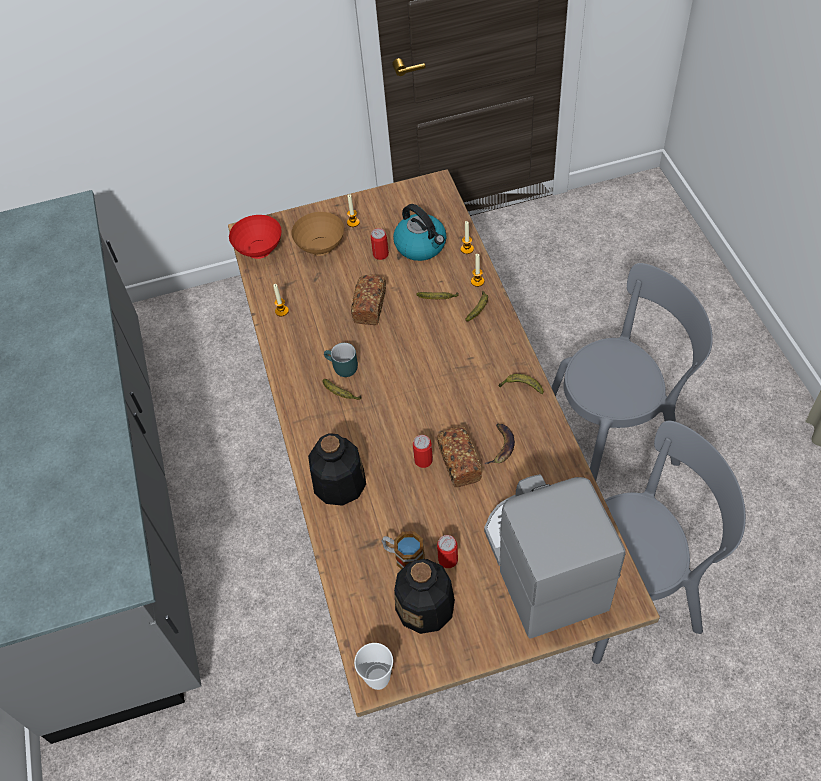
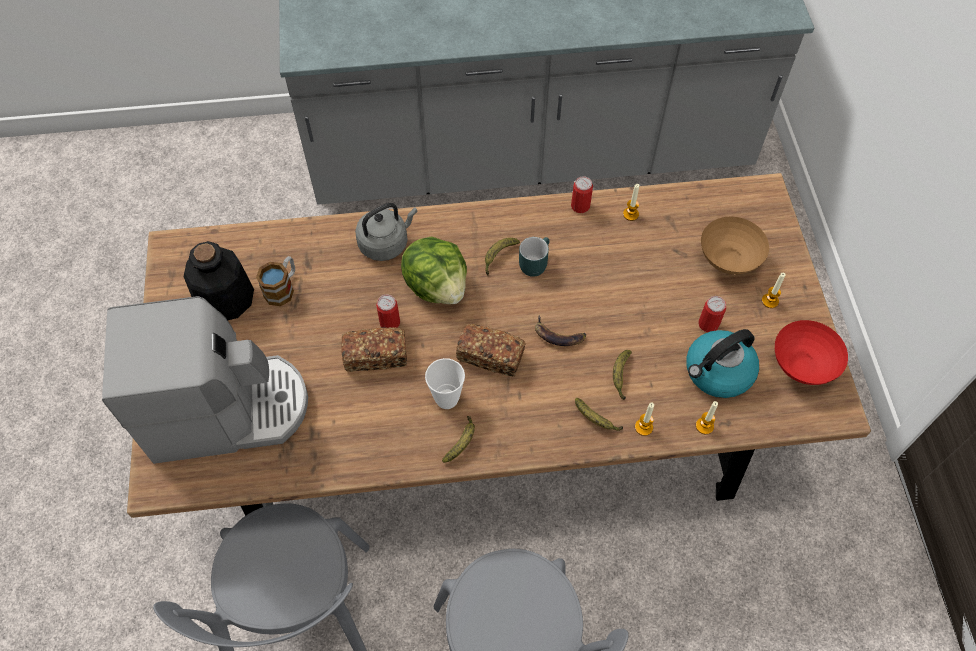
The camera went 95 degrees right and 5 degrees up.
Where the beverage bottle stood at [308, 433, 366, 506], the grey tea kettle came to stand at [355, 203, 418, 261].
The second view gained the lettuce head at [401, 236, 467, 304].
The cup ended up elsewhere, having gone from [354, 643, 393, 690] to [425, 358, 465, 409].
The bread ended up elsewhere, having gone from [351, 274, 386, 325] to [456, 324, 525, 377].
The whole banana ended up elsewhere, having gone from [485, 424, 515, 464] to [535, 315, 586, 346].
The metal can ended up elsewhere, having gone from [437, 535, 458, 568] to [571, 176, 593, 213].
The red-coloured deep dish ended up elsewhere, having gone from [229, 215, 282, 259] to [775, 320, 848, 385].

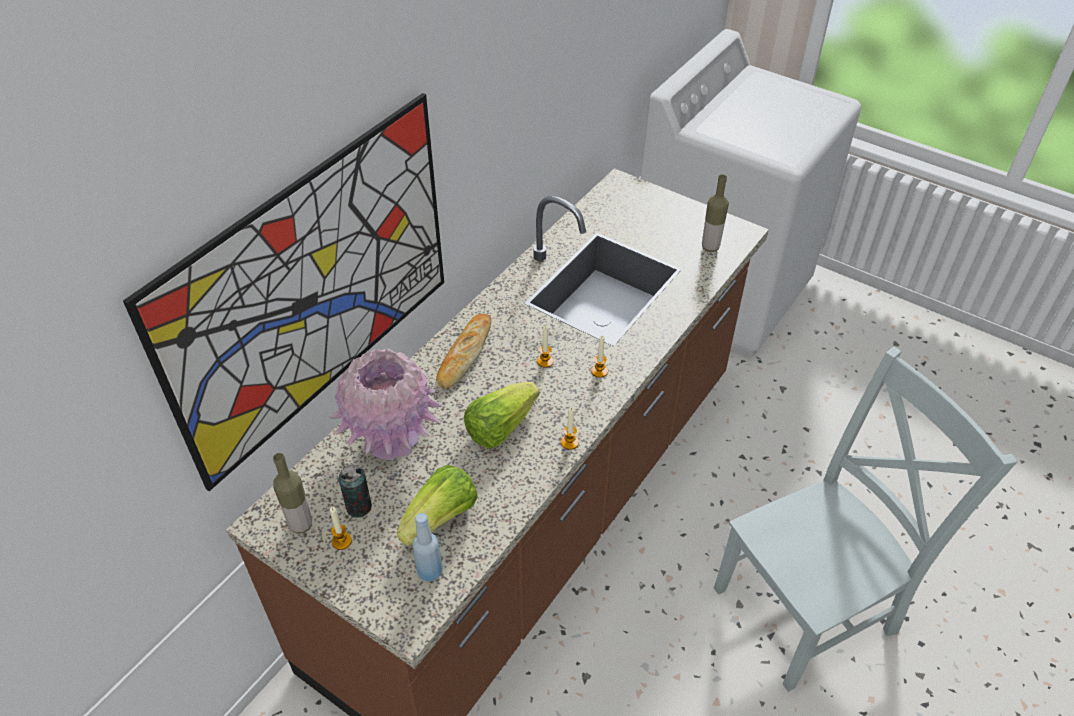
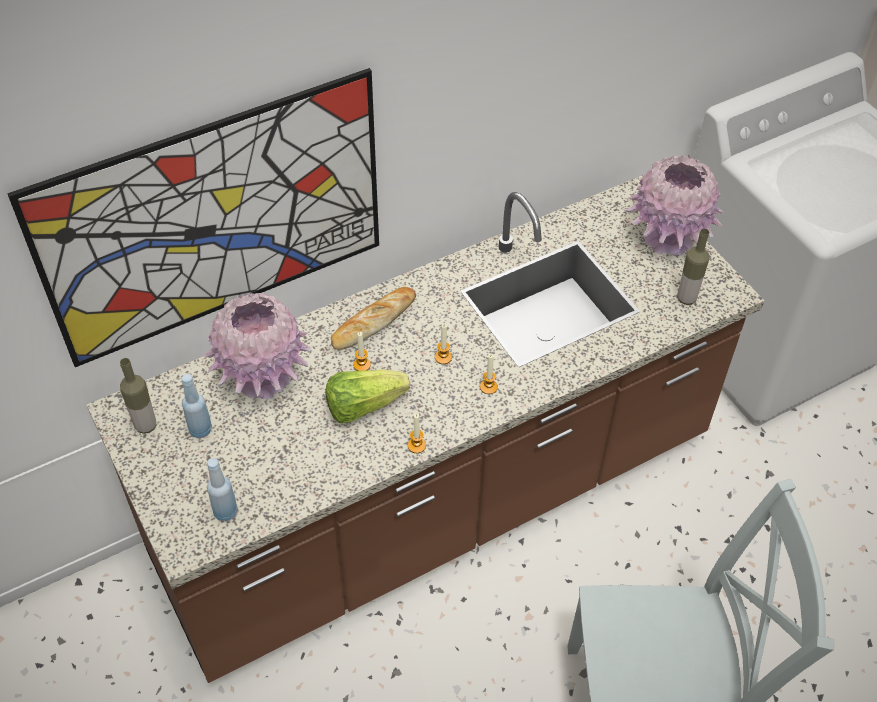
The camera went 25 degrees right and 5 degrees up.
Where the metal can stood at [339, 465, 372, 518], the bluish beverage bottle came to stand at [181, 374, 212, 438].
The wax candle ended up elsewhere, having gone from [330, 507, 352, 550] to [353, 332, 371, 371].
The second view gained the pink-coloured vase at [625, 155, 723, 256].
The second view lost the lettuce head at [397, 465, 478, 546].

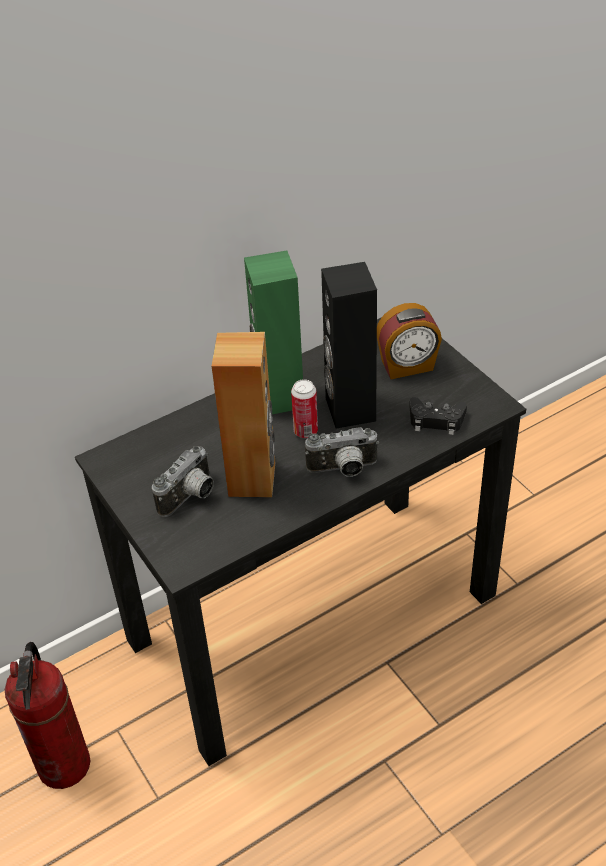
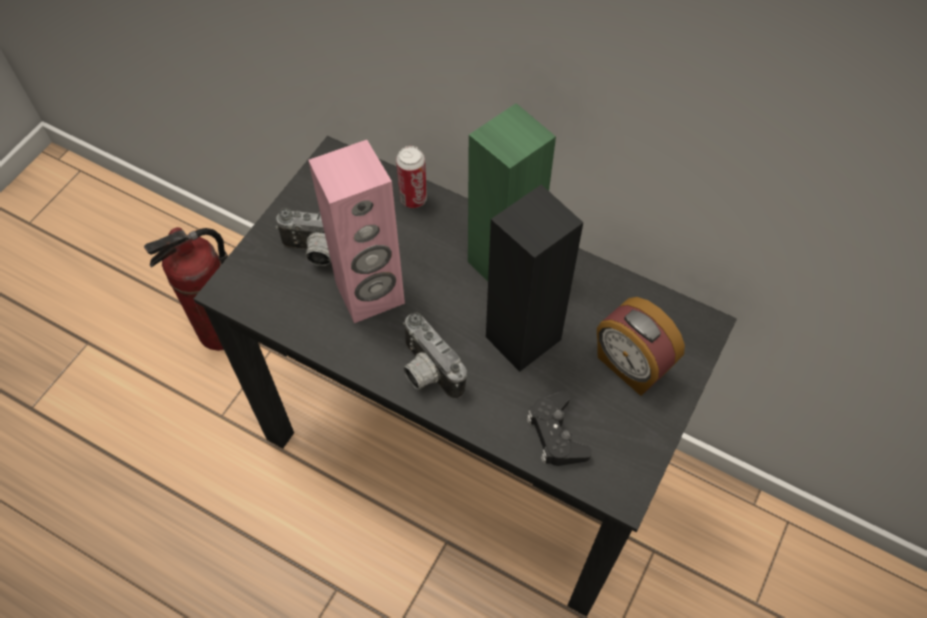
The camera went 60 degrees right and 15 degrees up.
What was the brown audio speaker at [212, 332, 275, 497] turned into the pink-coloured audio speaker at [308, 140, 405, 323].
The metal can ended up elsewhere, having gone from [291, 379, 318, 438] to [396, 146, 427, 208].

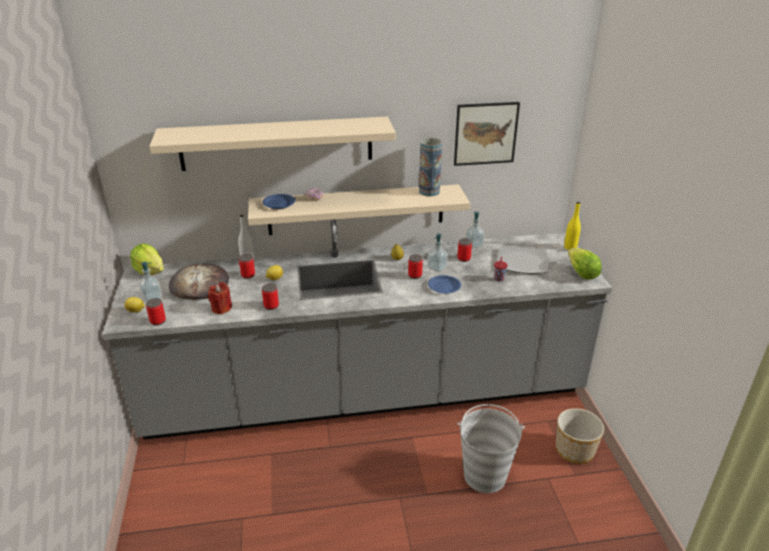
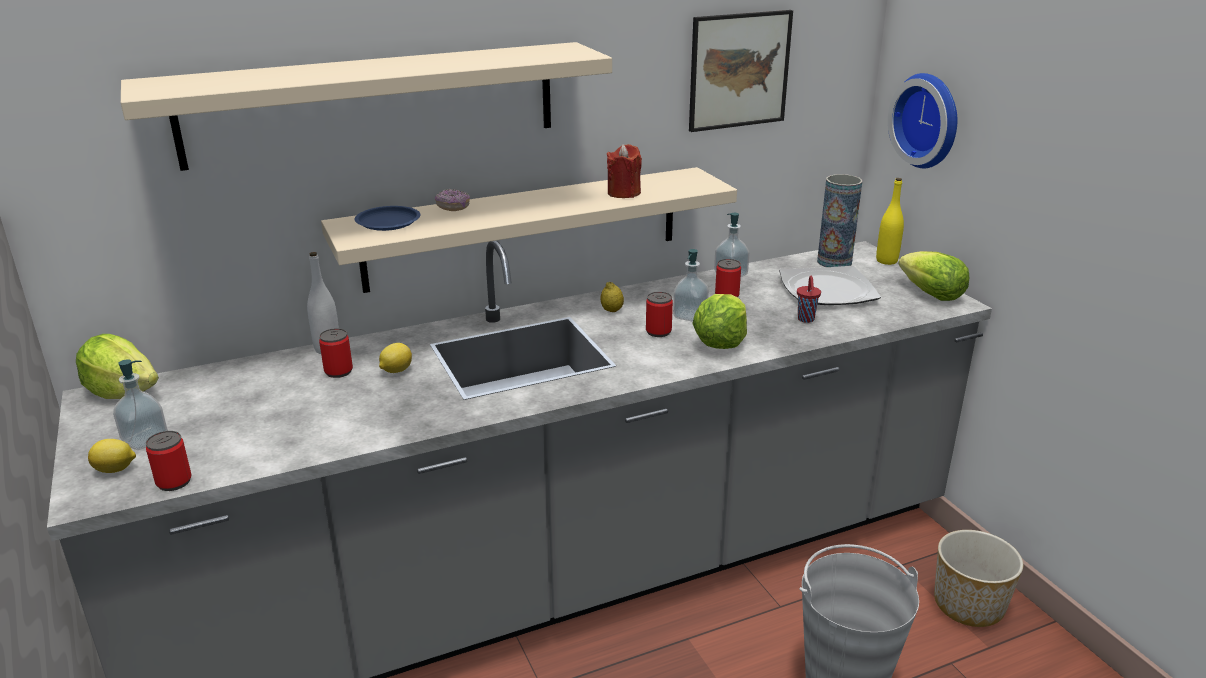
The camera went 15 degrees left and 5 degrees down.
The red-coloured wax candle ended up elsewhere, having gone from [208, 282, 232, 314] to [607, 144, 642, 198].
Where the bluish dinner plate stood at [428, 275, 461, 294], the lettuce head came to stand at [692, 294, 747, 349].
The vase ended up elsewhere, having gone from [419, 138, 442, 196] to [817, 174, 862, 267].
The second view gained the wall clock at [888, 73, 957, 168].
The second view lost the bread at [169, 263, 229, 300].
The second view lost the metal can at [262, 284, 279, 310].

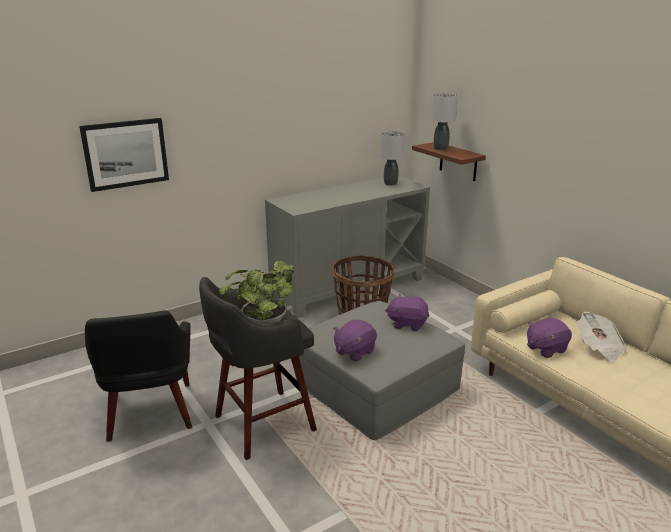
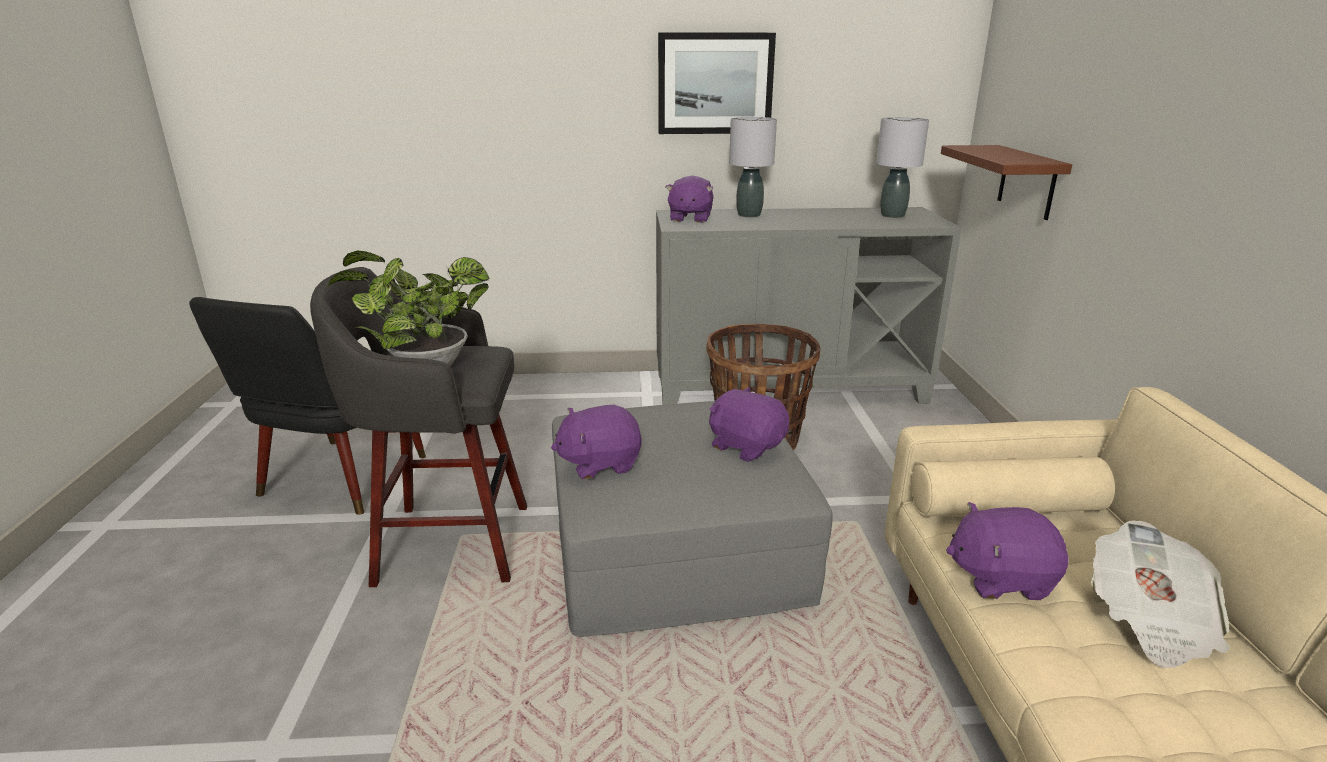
The camera went 30 degrees right and 0 degrees up.
The wall art ended up elsewhere, having gone from [79, 118, 169, 192] to [658, 33, 776, 134].
The second view gained the purple soft toy at [665, 176, 713, 223].
The grey table lamp ended up elsewhere, having gone from [430, 93, 458, 150] to [729, 117, 777, 217].

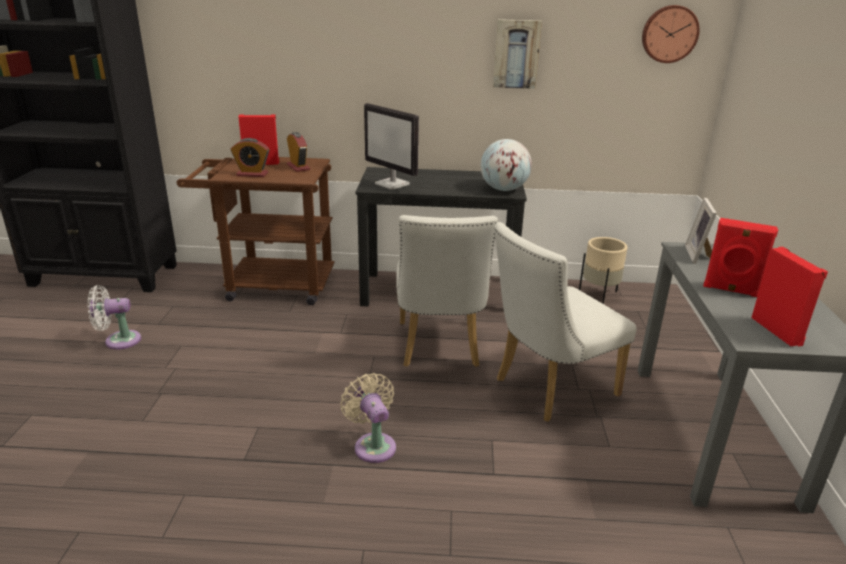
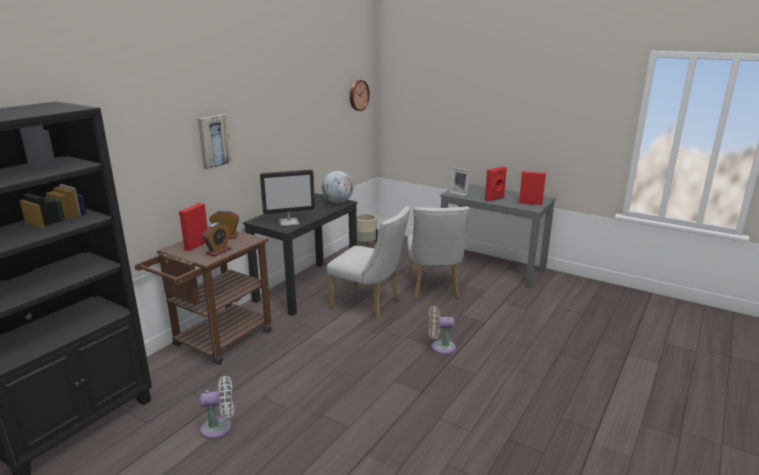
The camera went 60 degrees left and 5 degrees down.
The wall art ended up elsewhere, having gone from [493, 19, 542, 89] to [198, 114, 232, 169].
The white electric fan at [87, 285, 141, 350] ended up facing another way, 120 degrees counterclockwise from before.

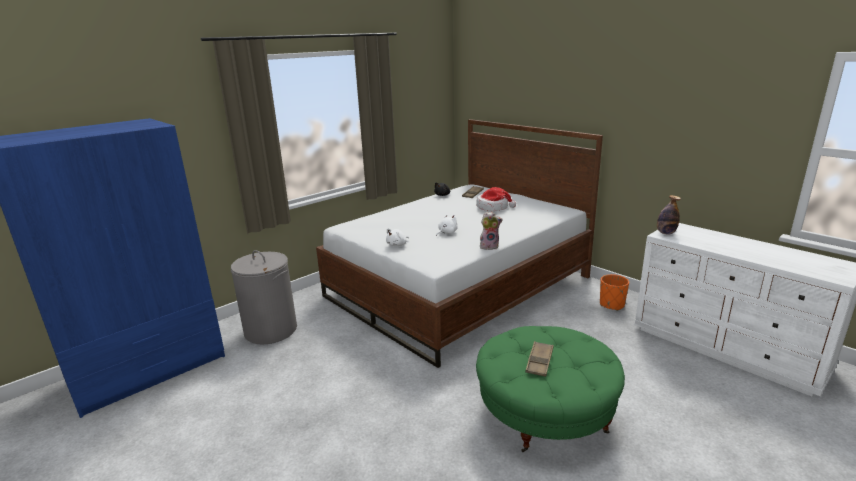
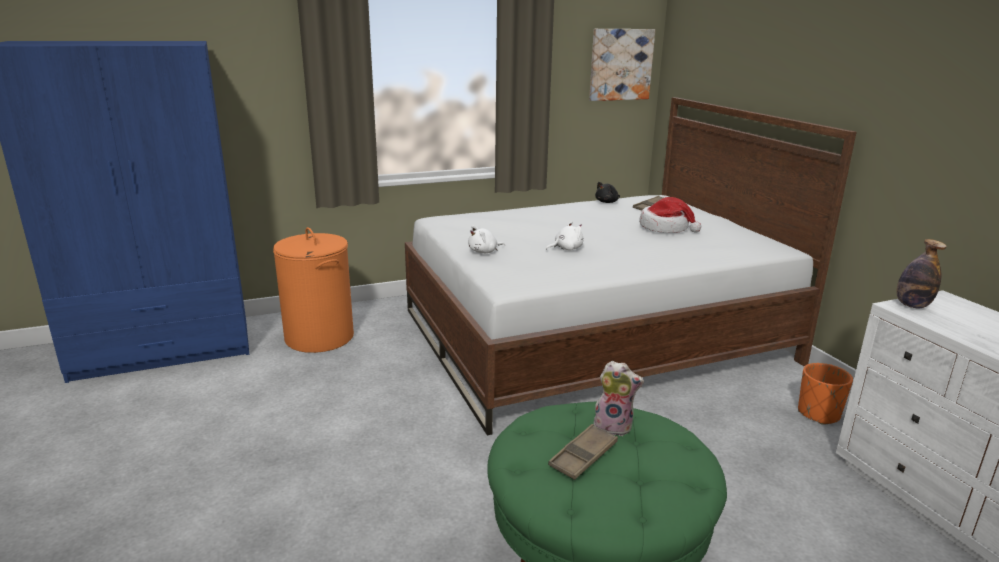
The camera went 20 degrees right and 0 degrees up.
What was the grey hamper at [231, 250, 297, 345] turned into the orange-coloured hamper at [273, 227, 354, 353].
The second view gained the wall art at [589, 29, 655, 101].
The soft toy ended up elsewhere, having gone from [480, 212, 503, 250] to [593, 361, 644, 436].

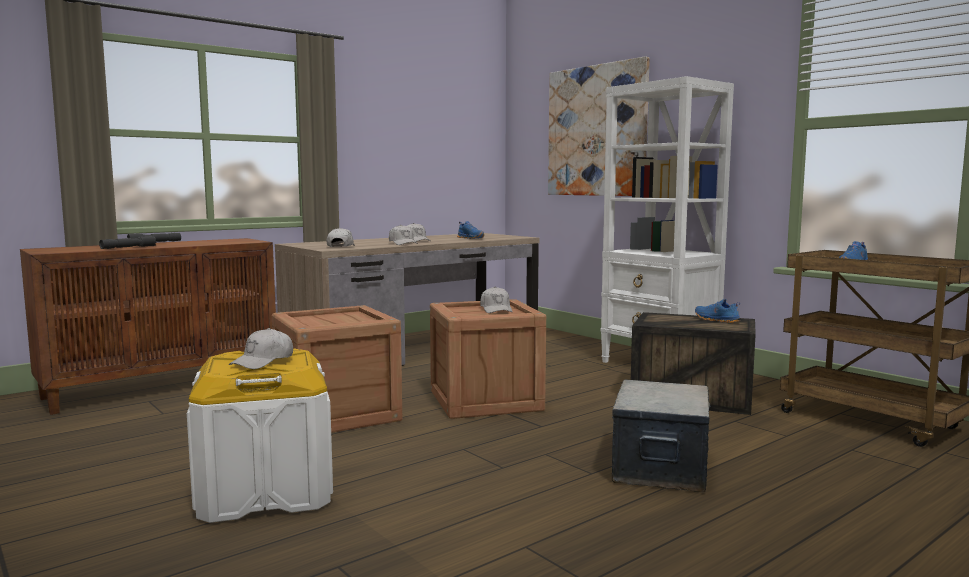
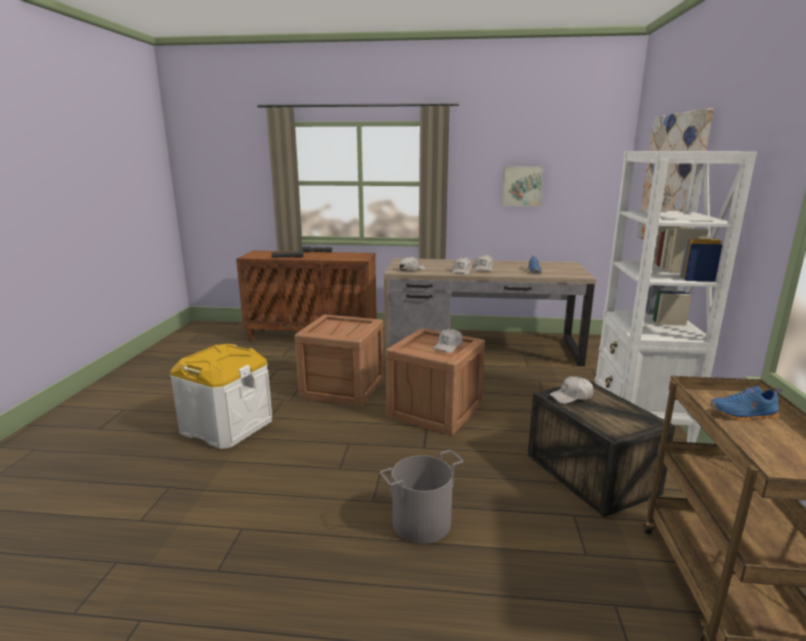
The camera went 45 degrees right and 10 degrees up.
Where the storage bin stood at [612, 380, 711, 492], the grey pail came to stand at [380, 450, 463, 544].
The second view gained the wall art at [501, 166, 544, 206].
The white baseball cap ended up elsewhere, having gone from [229, 328, 293, 369] to [549, 376, 594, 404].
The second view lost the bluish shoe at [695, 299, 741, 323].

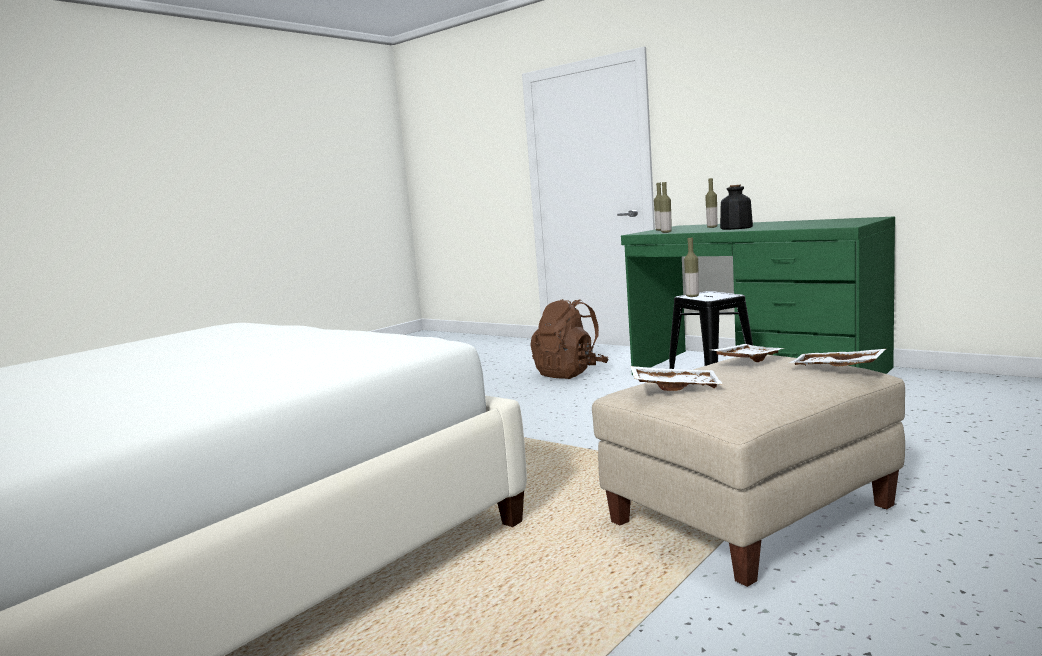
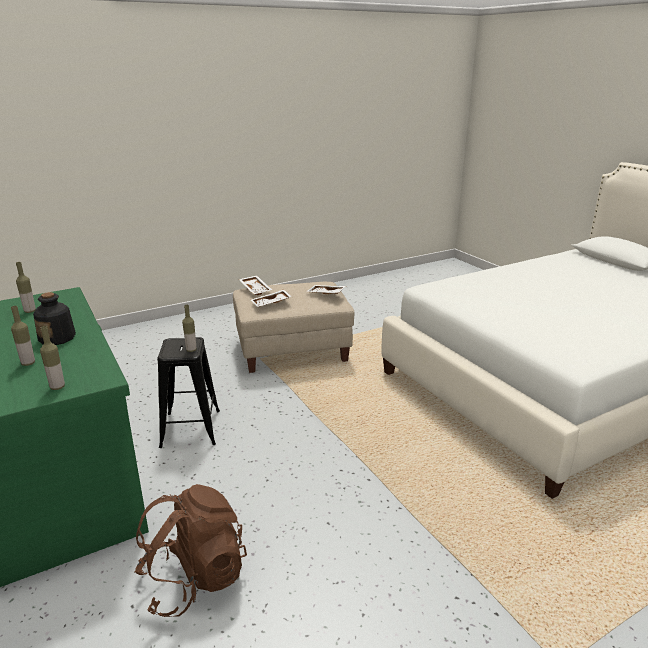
The camera went 160 degrees left and 15 degrees up.
The beverage bottle ended up elsewhere, having gone from [659, 182, 672, 233] to [16, 262, 36, 313].

